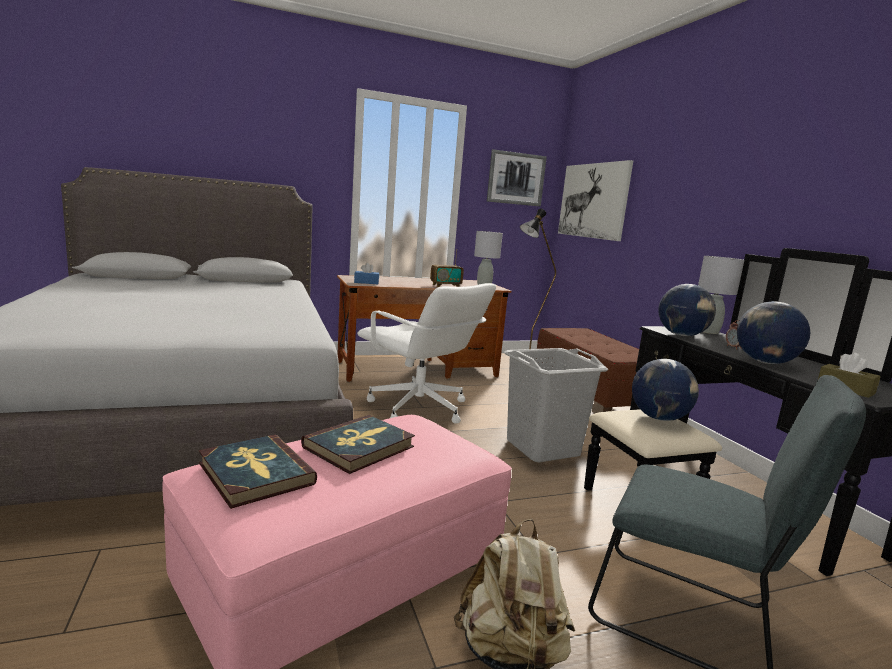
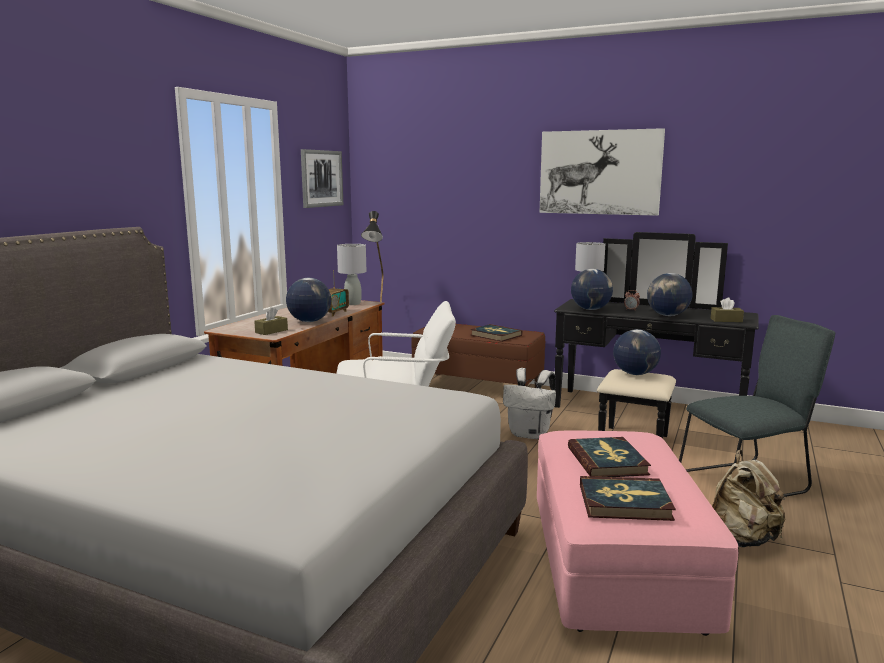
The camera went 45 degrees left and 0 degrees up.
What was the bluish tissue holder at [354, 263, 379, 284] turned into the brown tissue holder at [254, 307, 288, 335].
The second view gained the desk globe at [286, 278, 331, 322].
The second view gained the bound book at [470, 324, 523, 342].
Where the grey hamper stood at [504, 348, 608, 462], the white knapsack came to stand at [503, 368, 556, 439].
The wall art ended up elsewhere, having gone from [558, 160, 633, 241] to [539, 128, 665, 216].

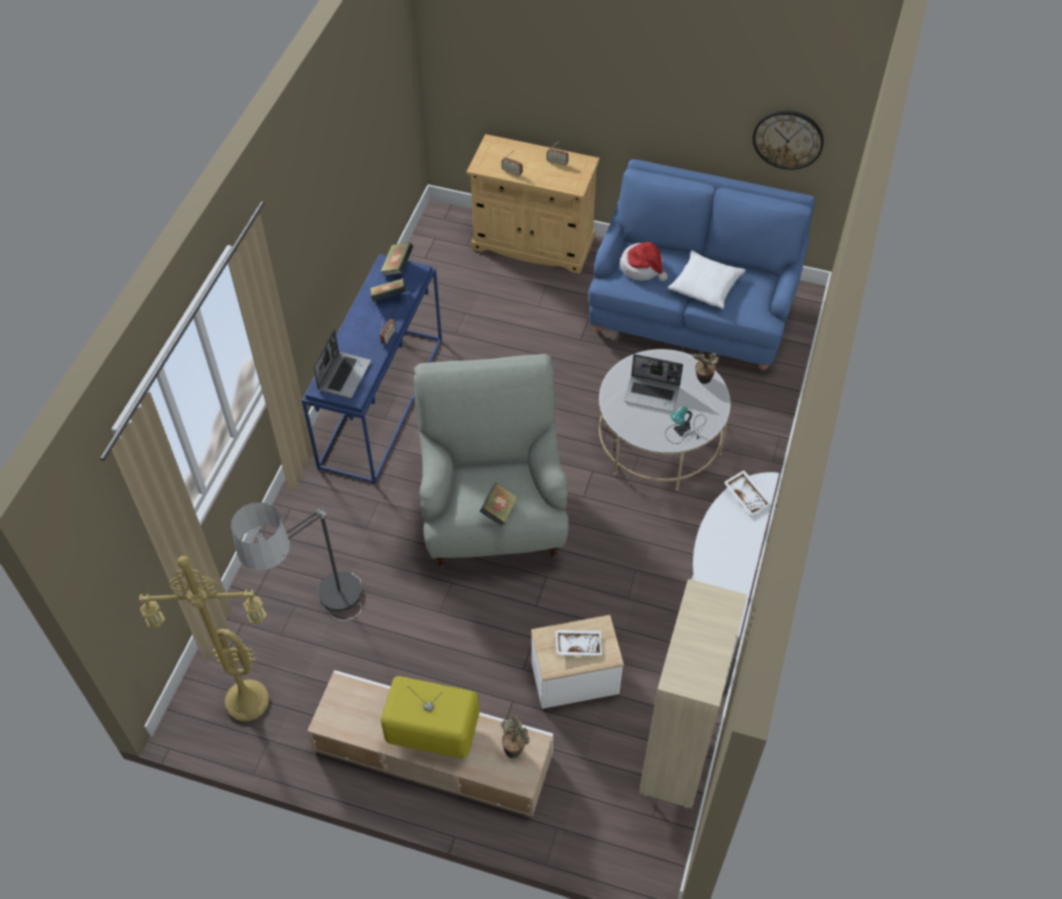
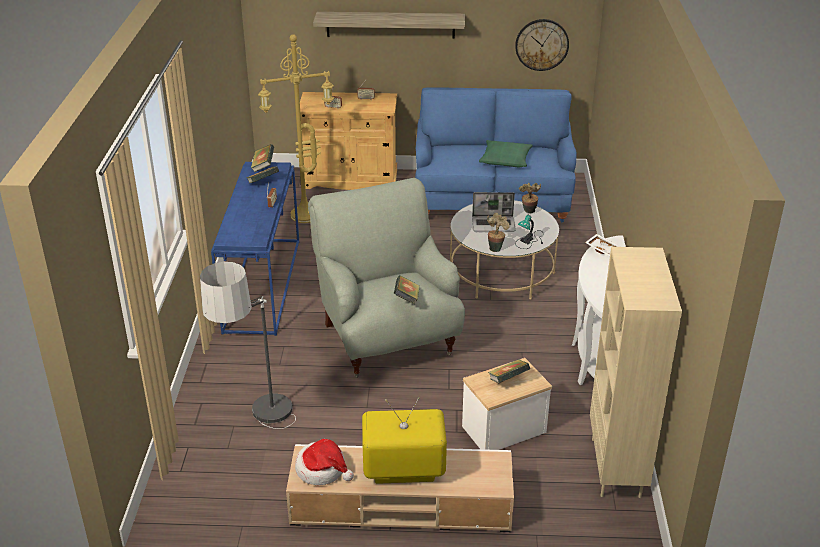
The camera went 15 degrees left and 20 degrees down.
The yellow floor lamp ended up elsewhere, having gone from [139, 556, 269, 721] to [258, 34, 334, 223].
The wearable hat ended up elsewhere, having gone from [620, 242, 668, 282] to [295, 439, 354, 485].
The second view gained the wall shelf at [313, 12, 465, 39].
What was the white pillow at [668, 250, 746, 309] turned into the green-coloured pillow at [479, 140, 532, 167].
The plant in a pot ended up elsewhere, having gone from [501, 716, 530, 758] to [487, 213, 510, 252].
Where the white carrying tray stood at [555, 630, 603, 656], the bound book came to stand at [488, 359, 530, 383].
The second view lost the laptop at [313, 329, 371, 398].

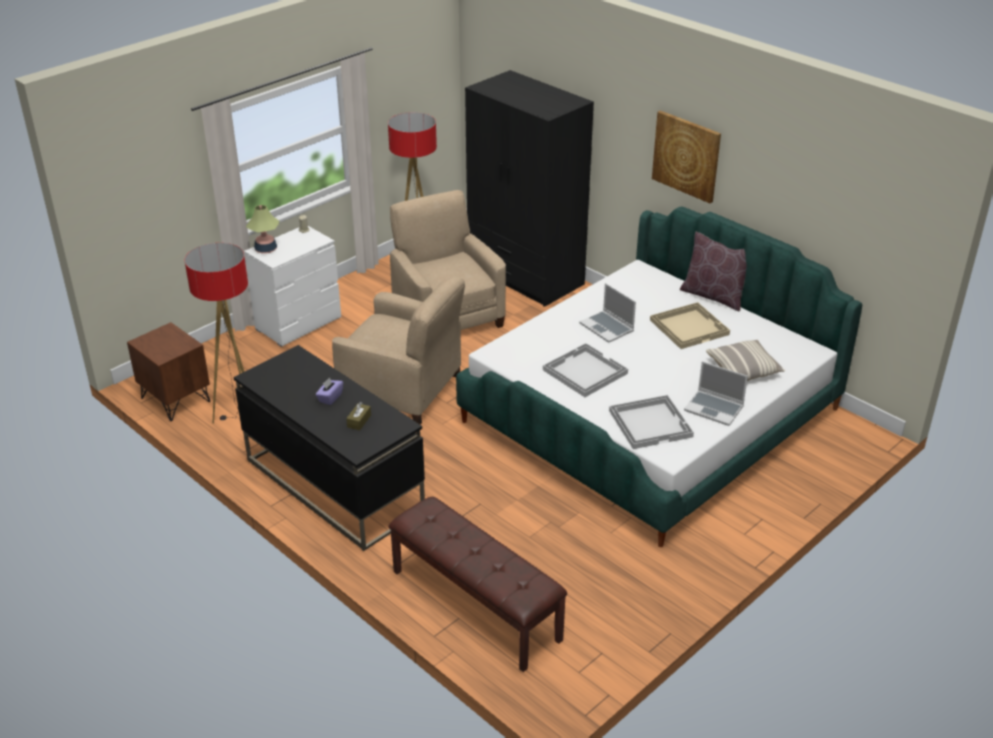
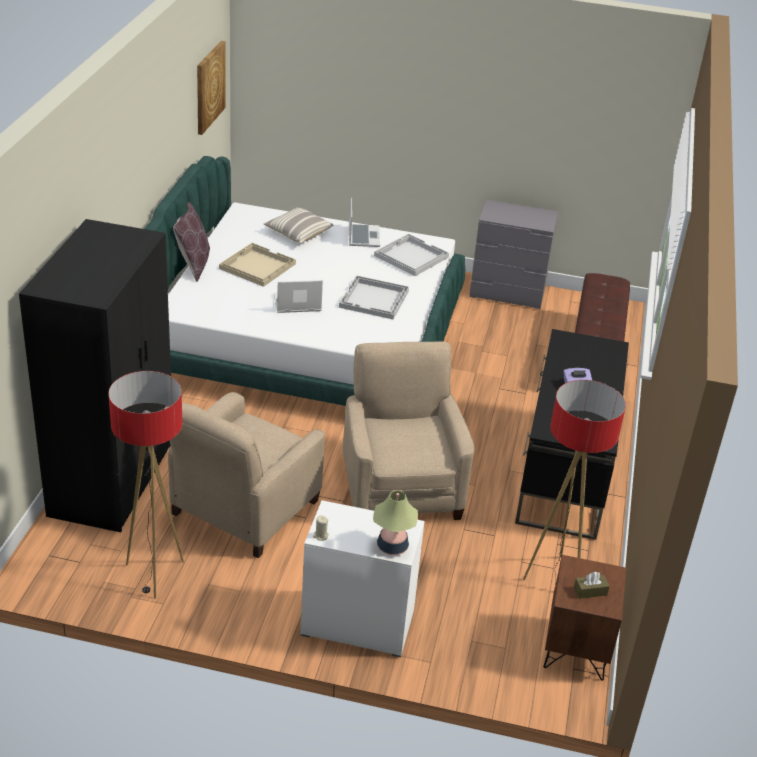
The camera went 125 degrees left and 0 degrees up.
The wall art ended up elsewhere, having gone from [652, 111, 721, 203] to [197, 41, 226, 135].
The laptop at [579, 283, 636, 343] ended up facing another way, 120 degrees counterclockwise from before.
The second view gained the grey dresser at [469, 200, 558, 309].
The brown tissue holder ended up elsewhere, having gone from [346, 402, 371, 430] to [574, 572, 610, 599].

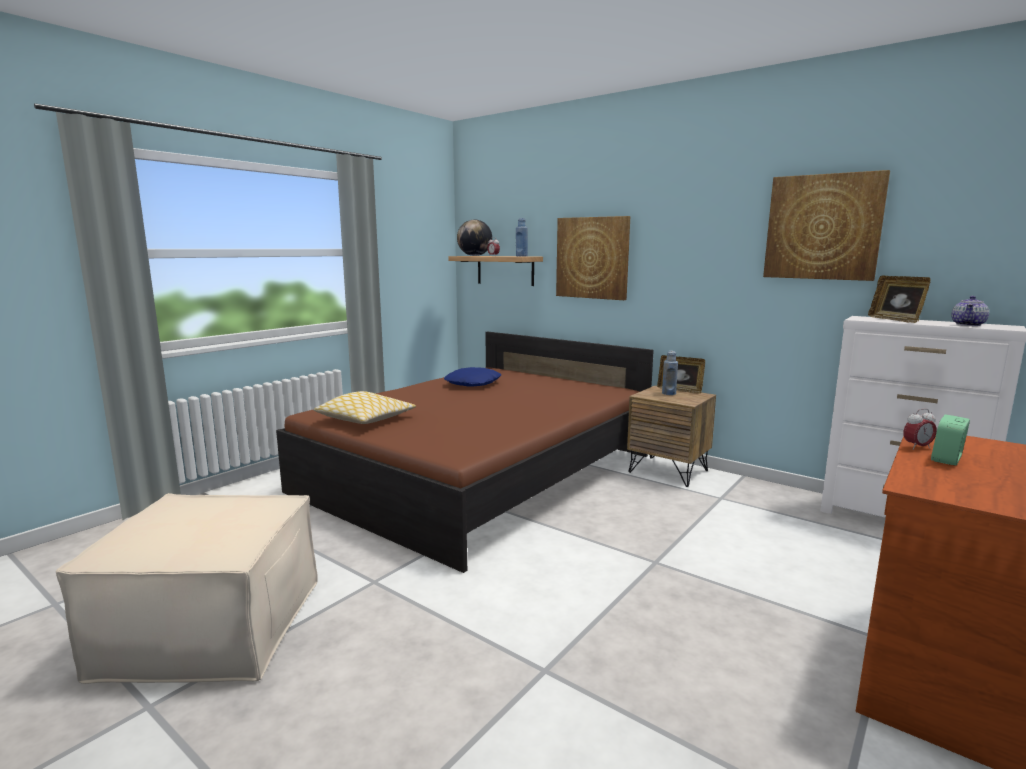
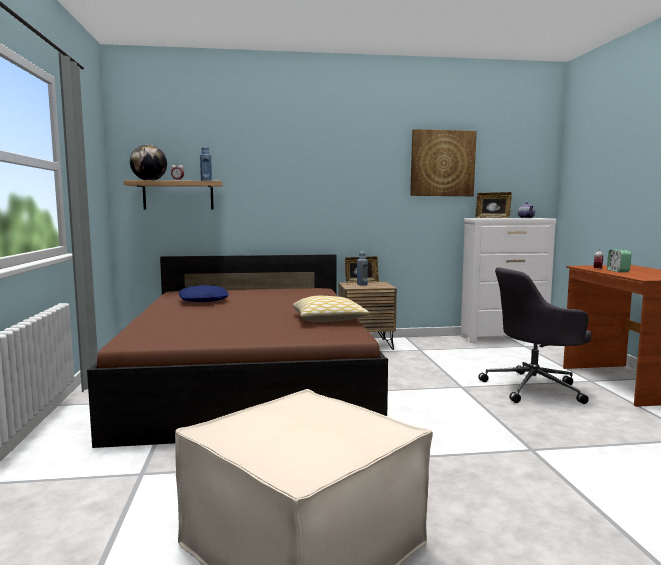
The camera went 45 degrees left and 5 degrees down.
The pillow ended up elsewhere, having gone from [314, 391, 416, 424] to [293, 296, 370, 322].
The second view gained the grey desk chair at [478, 267, 592, 404].
The second view lost the wall art at [556, 216, 630, 300].

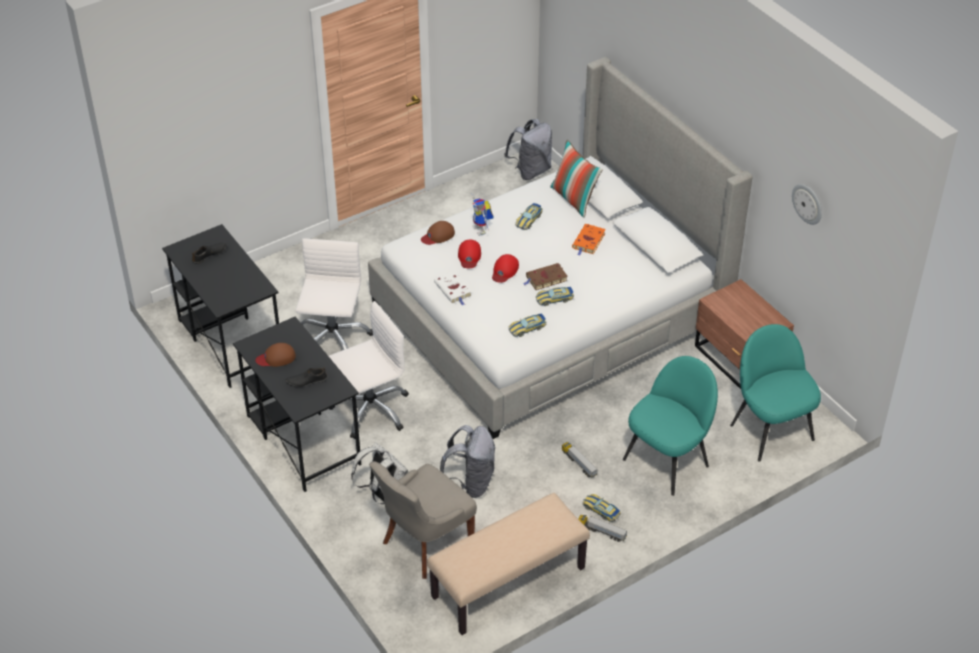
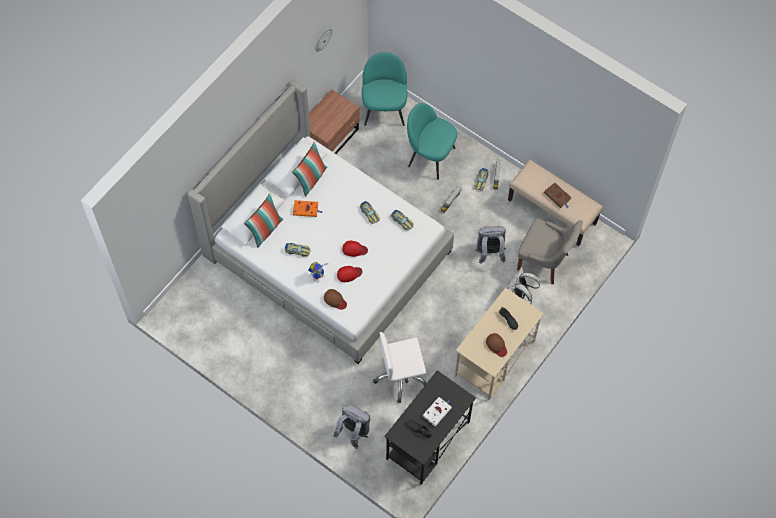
The camera went 110 degrees left and 20 degrees up.
The second view gained the pillow at [292, 142, 327, 197].
The grey knapsack ended up elsewhere, having gone from [504, 119, 552, 180] to [333, 405, 370, 449].
The blue-green plain chair at [730, 324, 821, 461] ended up facing another way, 135 degrees clockwise from before.
The white bound book ended up elsewhere, having gone from [434, 271, 472, 306] to [423, 397, 452, 427].
What was the black-coloured desk table at [233, 317, 361, 492] turned into the beige-coloured desk table at [455, 288, 544, 400].
The brown bound book ended up elsewhere, having gone from [523, 263, 568, 290] to [544, 182, 571, 208].
The second view lost the white desk chair at [329, 301, 409, 439].

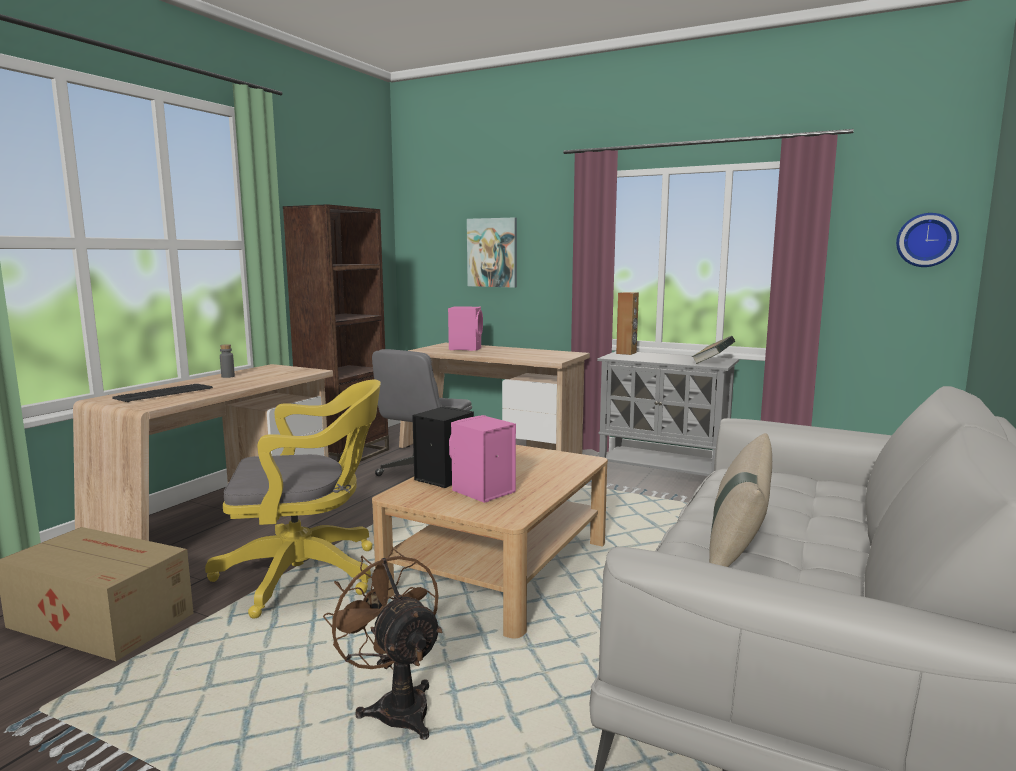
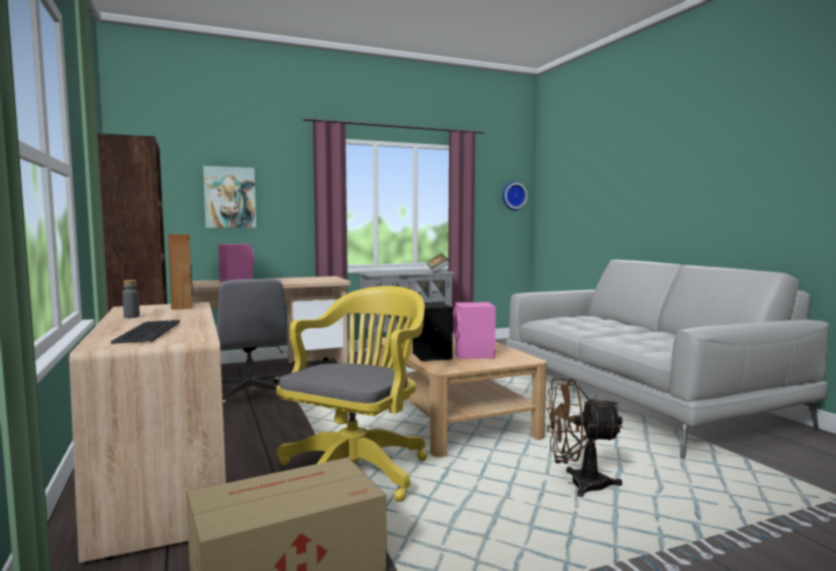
The camera went 50 degrees left and 5 degrees down.
The brown audio speaker ended up elsewhere, having gone from [616, 292, 639, 355] to [168, 234, 193, 310].
The second view lost the beige-coloured pillow at [709, 433, 772, 567].

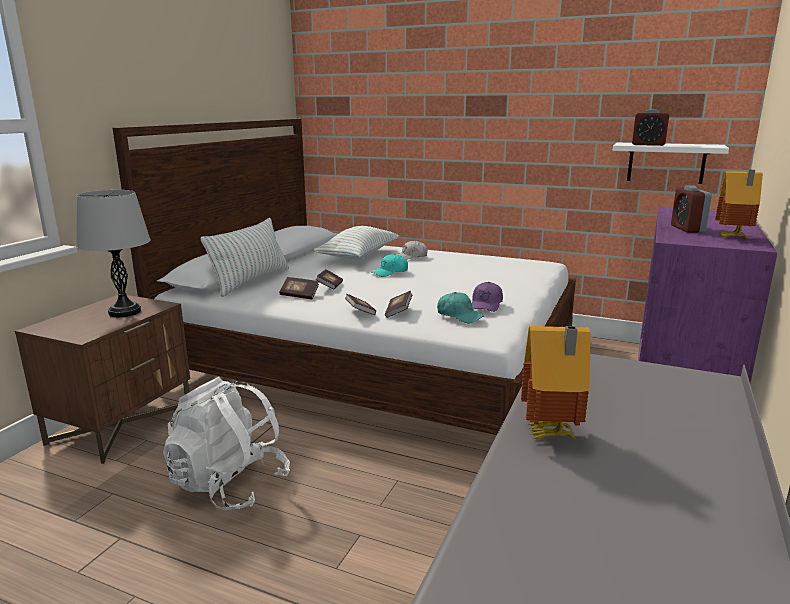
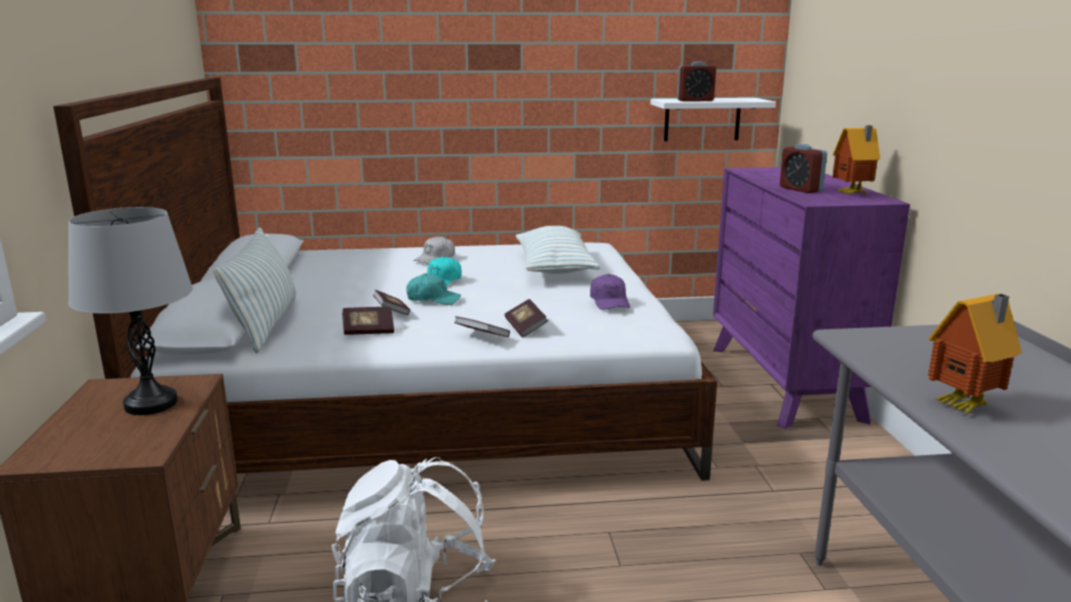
The camera went 30 degrees left and 0 degrees up.
The blue-green baseball cap ended up elsewhere, having gone from [437, 292, 484, 323] to [406, 273, 461, 305].
The pillow ended up elsewhere, having gone from [314, 226, 399, 259] to [516, 226, 600, 274].

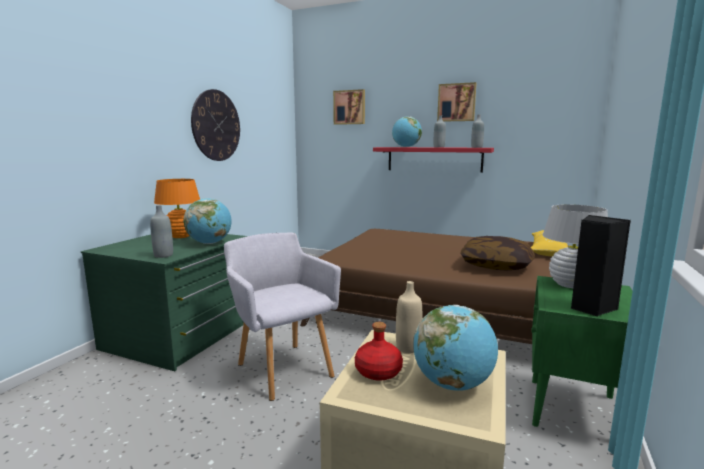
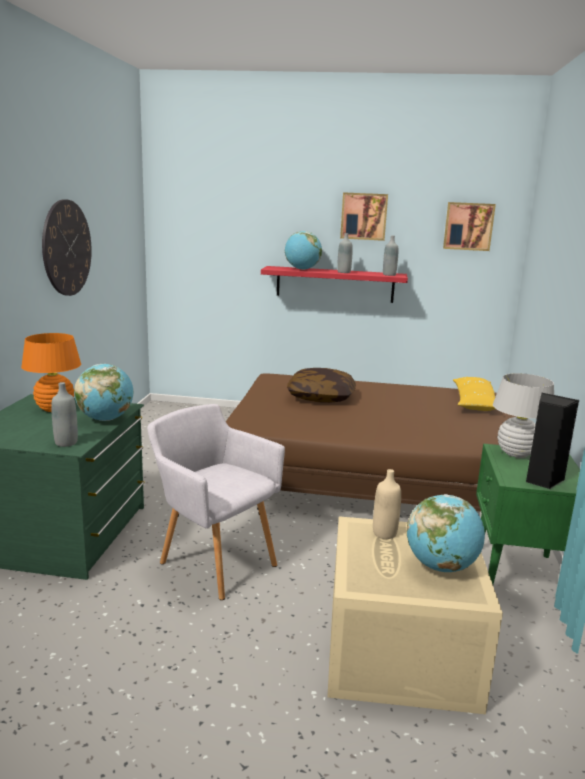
The camera went 15 degrees left and 5 degrees up.
The pillow ended up elsewhere, having gone from [460, 236, 535, 270] to [287, 368, 356, 403].
The wall art ended up elsewhere, having gone from [333, 89, 365, 125] to [443, 202, 496, 251].
The second view lost the red-coloured beverage bottle at [355, 322, 403, 381].

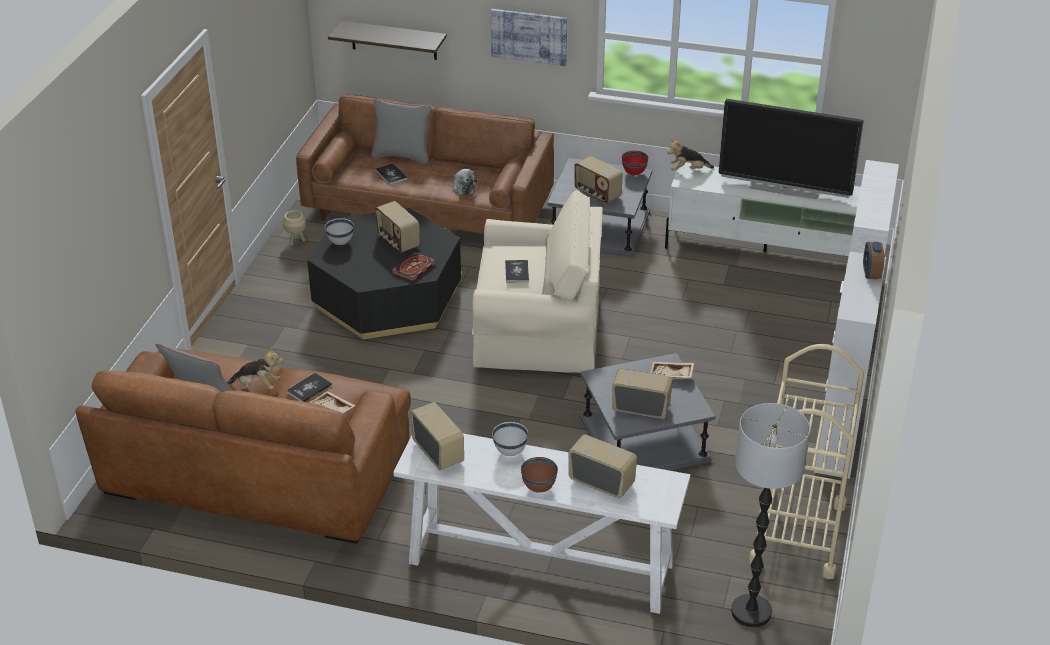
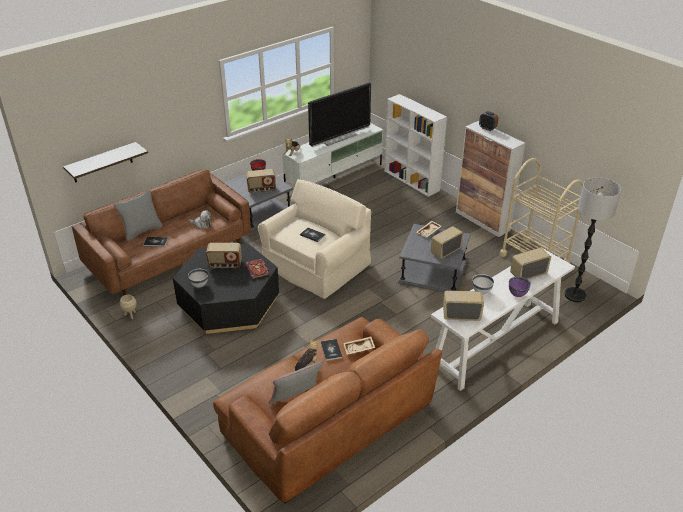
The camera went 55 degrees left and 0 degrees up.
What was the brown deep dish at [521, 457, 558, 493] turned into the purple deep dish at [509, 277, 531, 297].
The second view lost the wall art at [490, 9, 567, 66].

